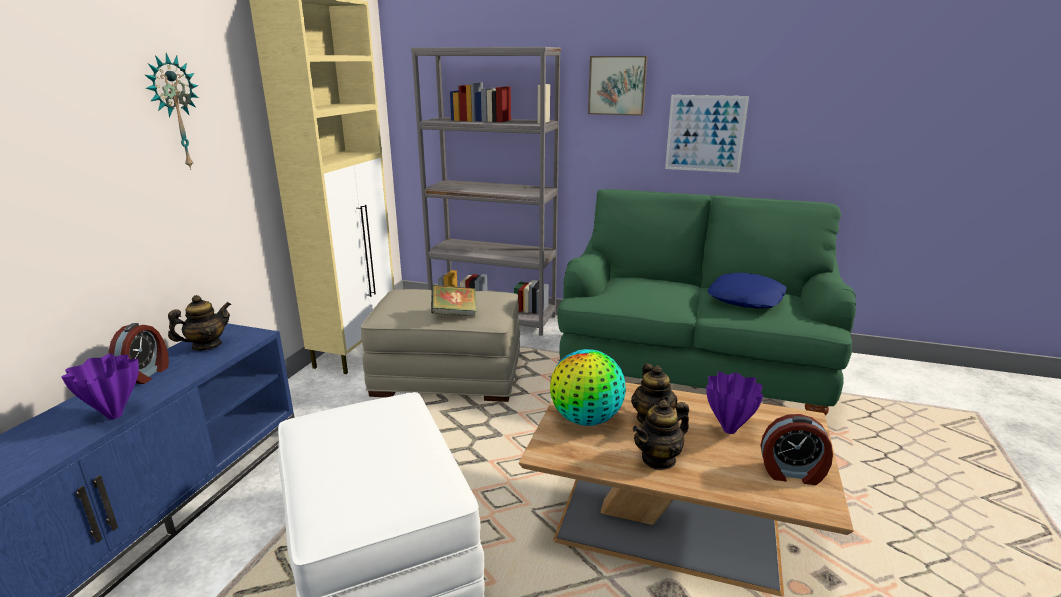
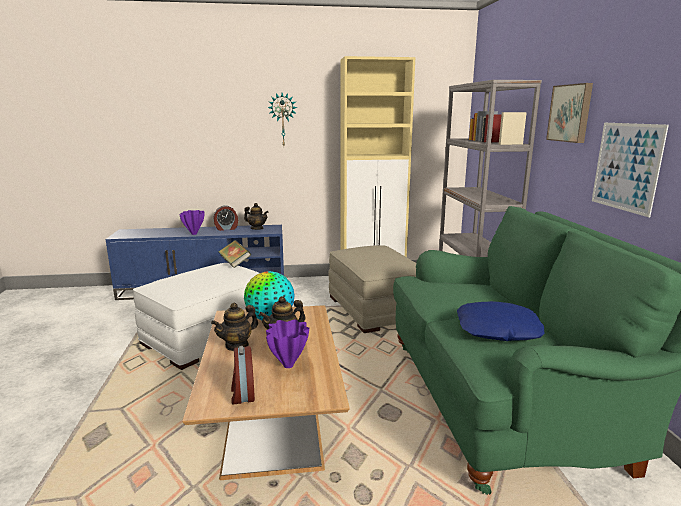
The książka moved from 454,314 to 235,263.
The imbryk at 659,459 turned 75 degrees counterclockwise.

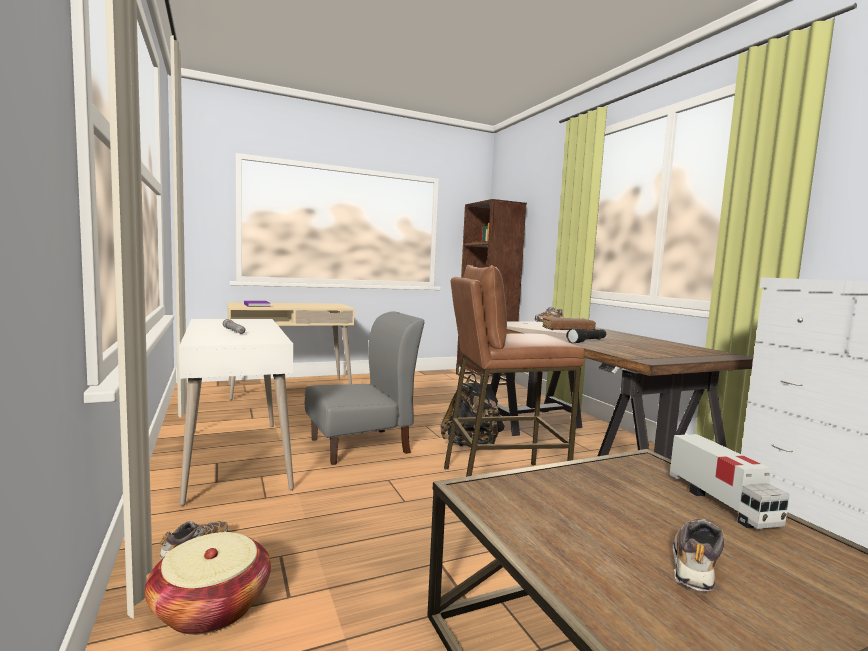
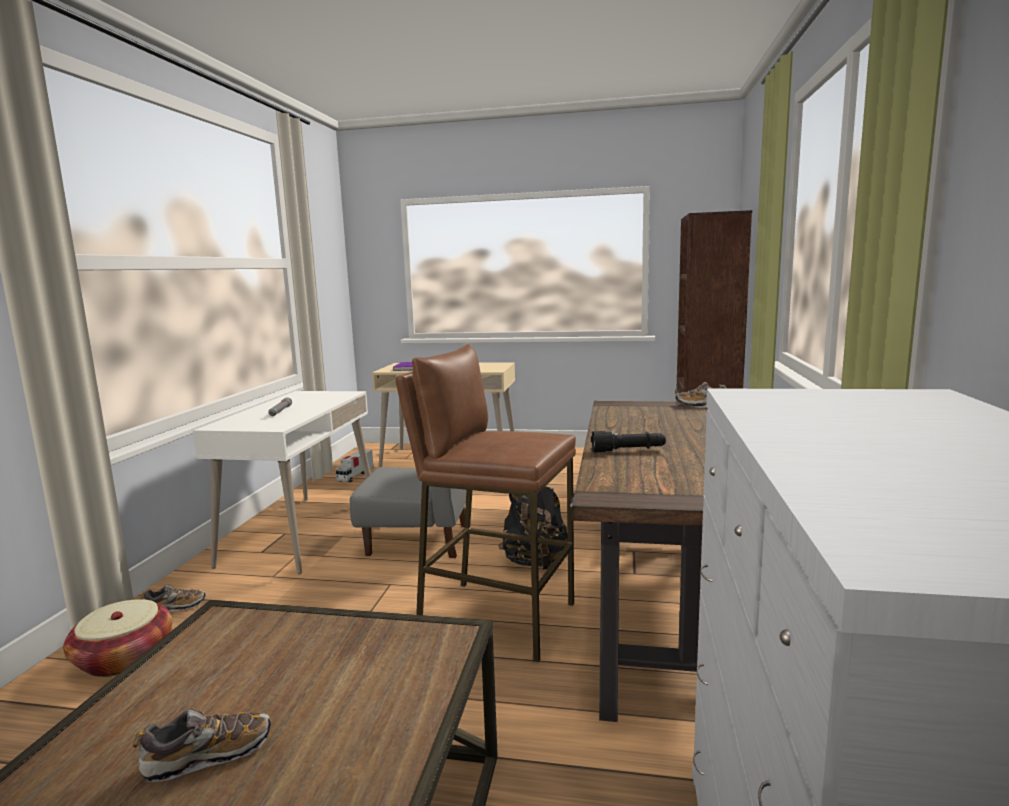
The książka/brązowy at 567,330 disappeared.
The ciężarówka zabawkowa moved from 721,503 to 355,476.

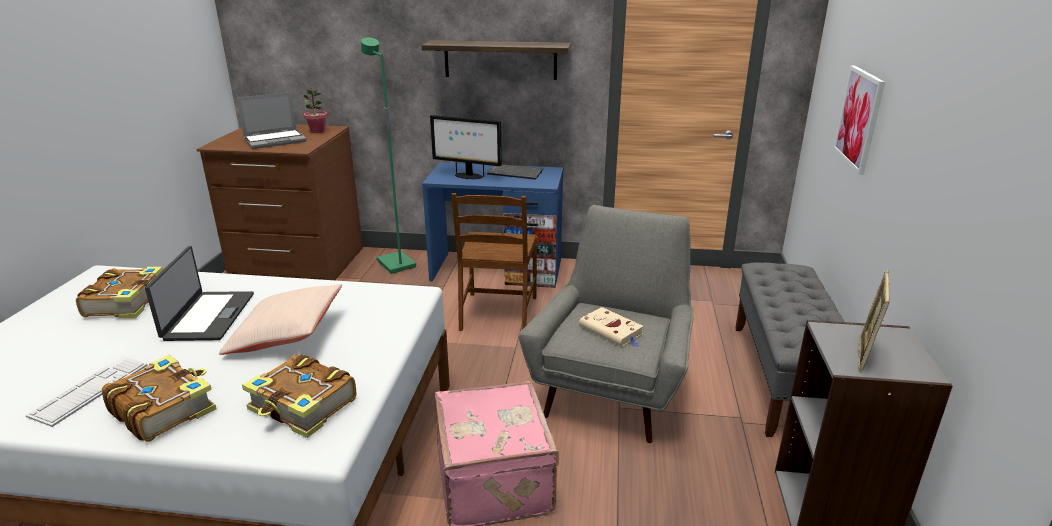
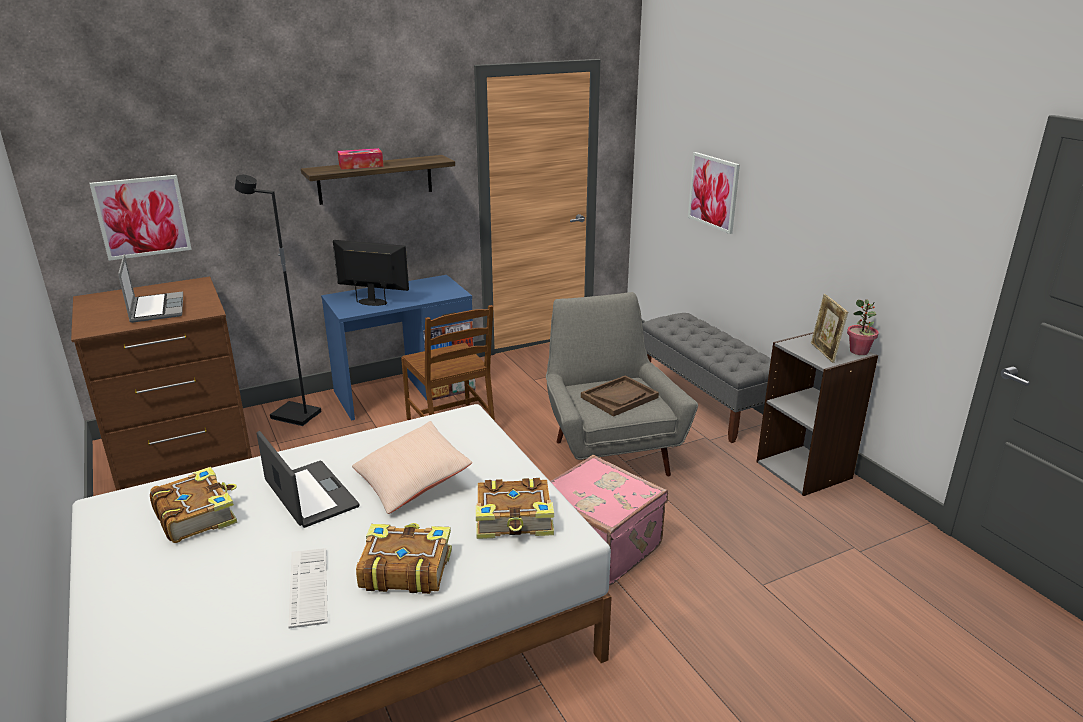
The lampa stojąca/zielony at 395,264 became the lampa stojąca/czarny at 294,416.
The roślina doniczkowa moved from 317,131 to 859,351.
The laptop at 276,140 turned 45 degrees counterclockwise.
The monitor at 468,176 turned 150 degrees counterclockwise.
The klawiatura at 516,173 disappeared.
The książka/beżowy at 612,331 was replaced by the taca/brązowy at 619,397.
The pudełko chusteczek at 361,165 appeared.
The obraz at 142,217 appeared.

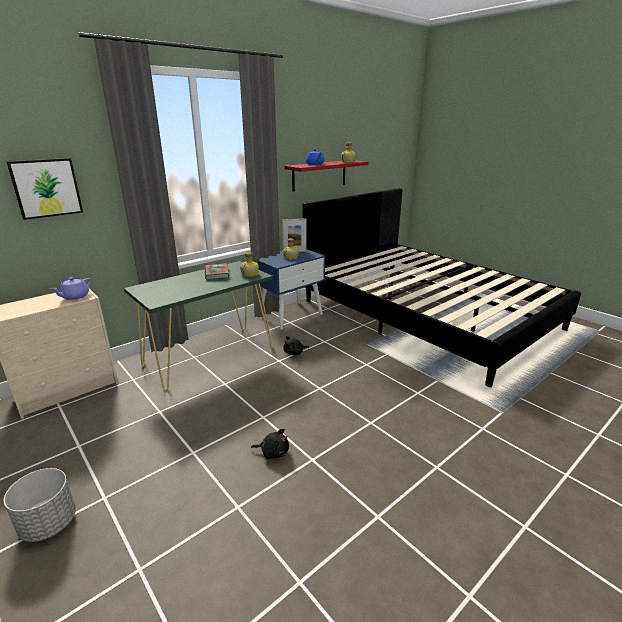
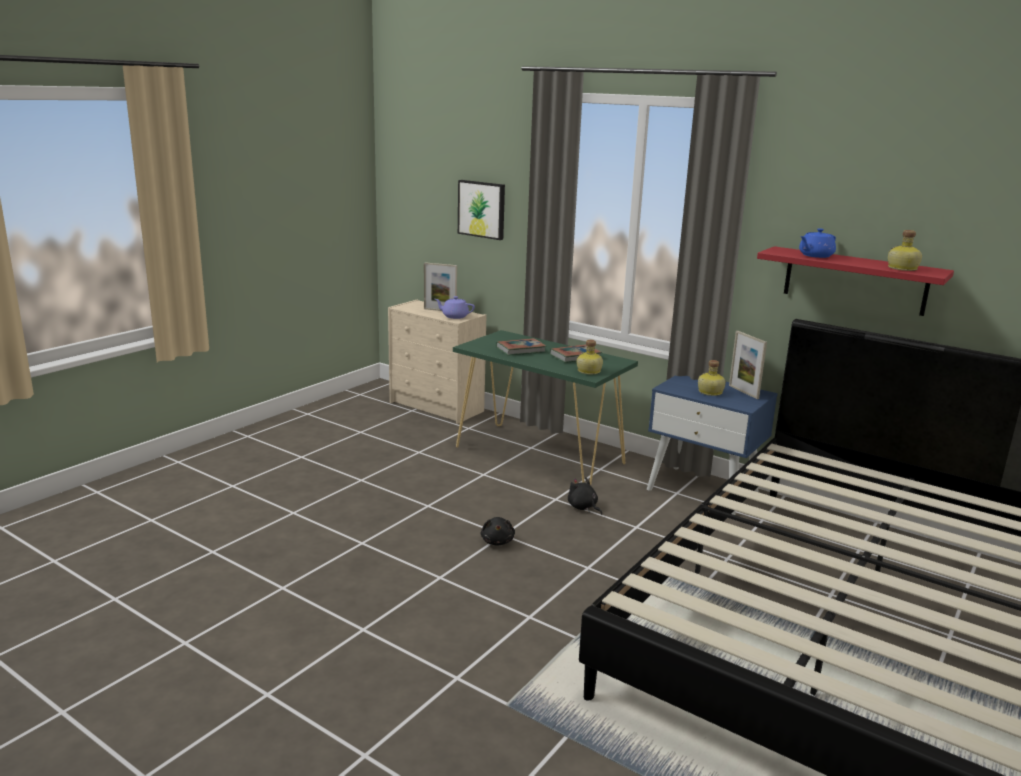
The pluszak/czarny moved from 273,452 to 497,541.
The donica/szary at 48,523 disappeared.
The ramka na zdjęcie at 440,310 appeared.
The książka at 521,350 appeared.

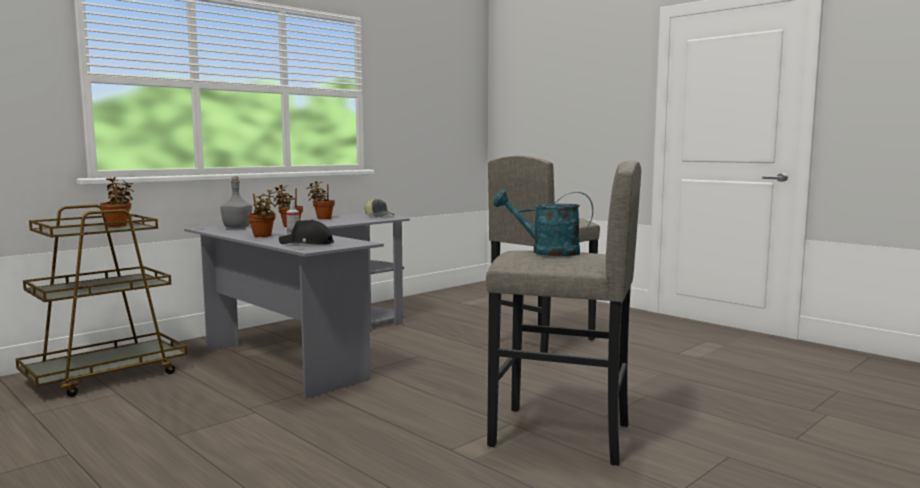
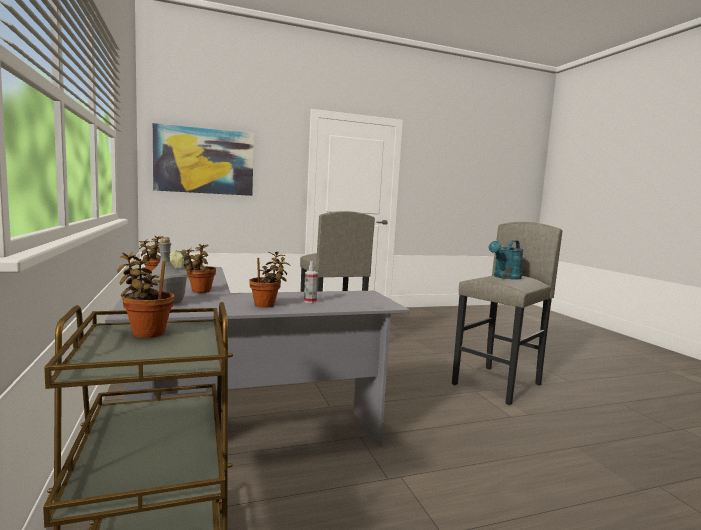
The czapka z daszkiem/czarny at 306,243 disappeared.
The obraz at 204,161 appeared.

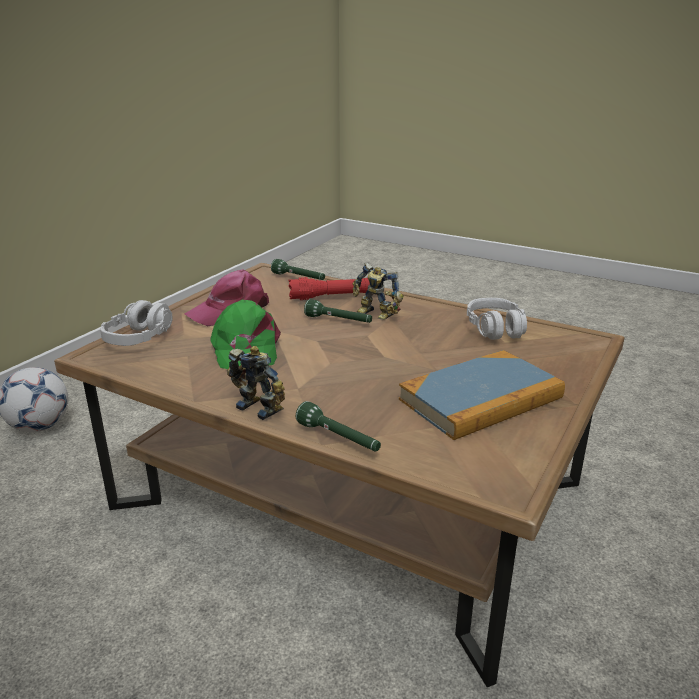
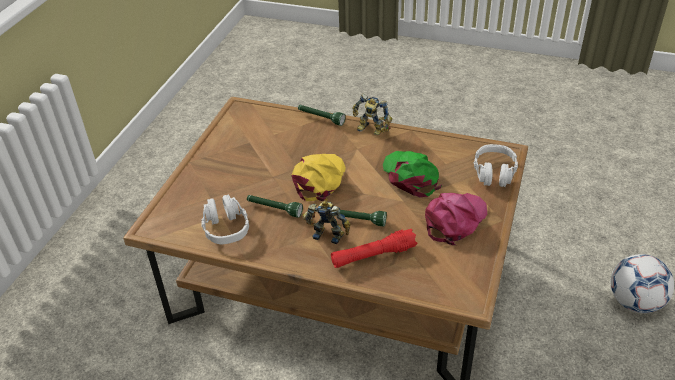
The latarka/zielony moved from 299,278 to 274,209.
The książka at 481,399 disappeared.
The czapka z daszkiem/żółty at 319,180 appeared.

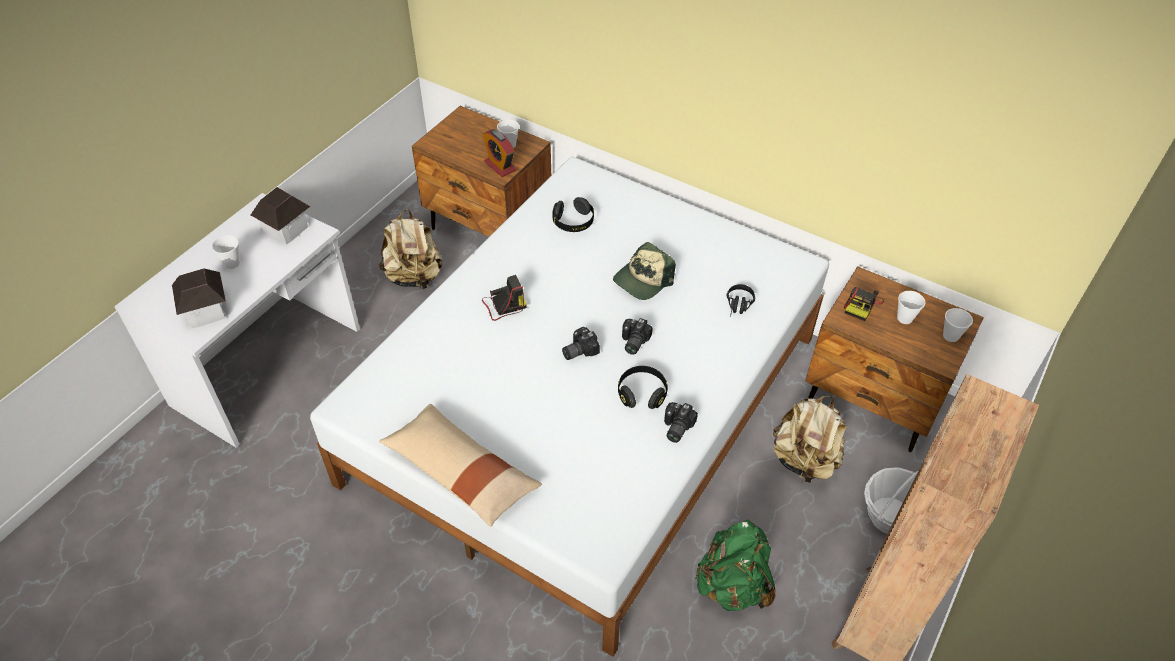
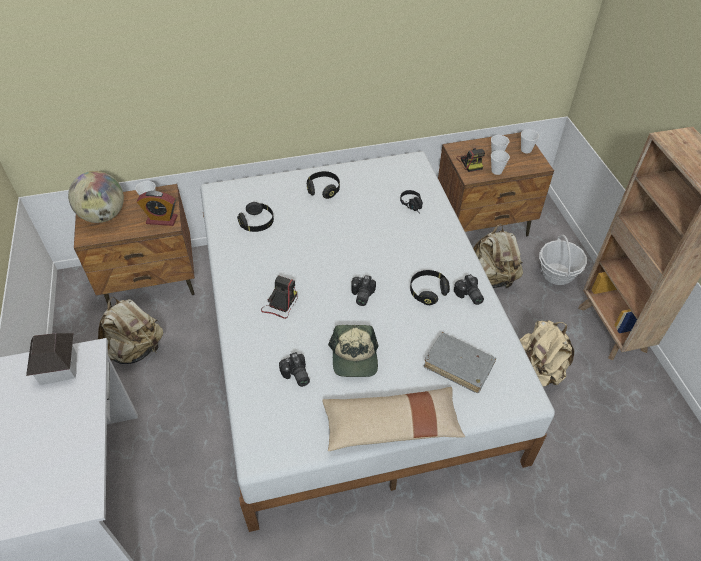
The filiżanka moved from 232,263 to 496,171.
The czapka z daszkiem moved from 643,280 to 354,357.
The domek at 206,311 disappeared.
The aparat fotograficzny moved from 632,342 to 296,376.
The plecak/zielony at 733,585 became the plecak/beżowy at 537,371.
The globus at 103,216 appeared.
The słuchawki/czarny at 323,189 appeared.
The książka/szary at 458,366 appeared.

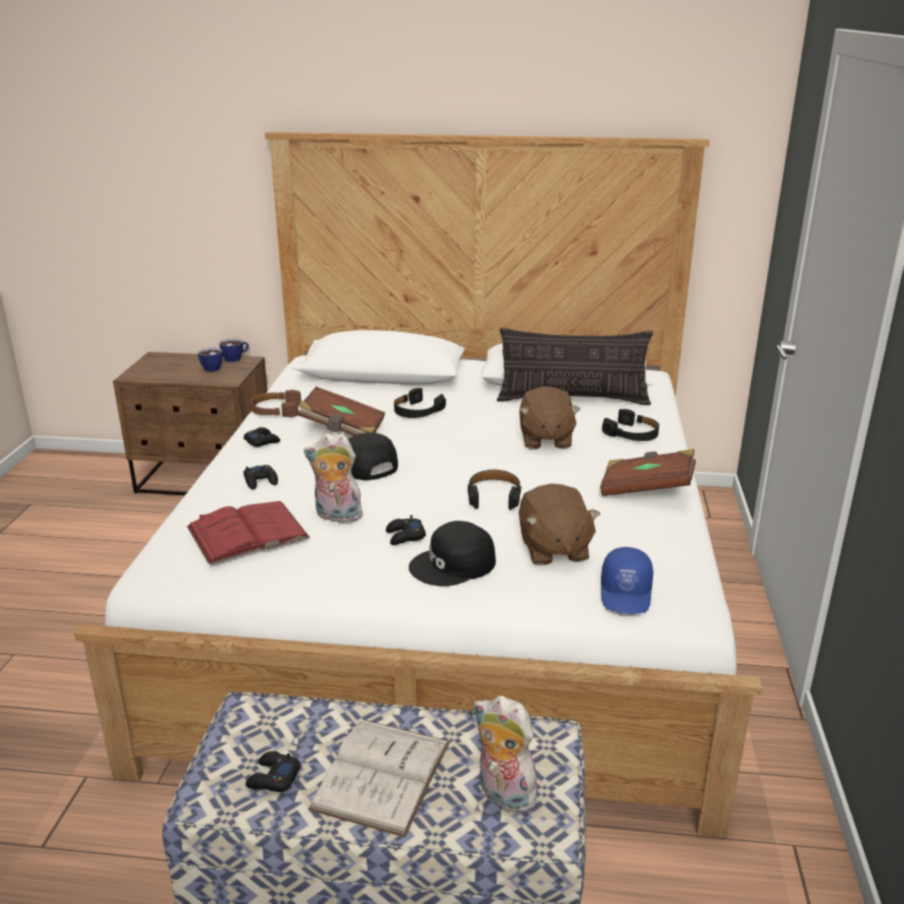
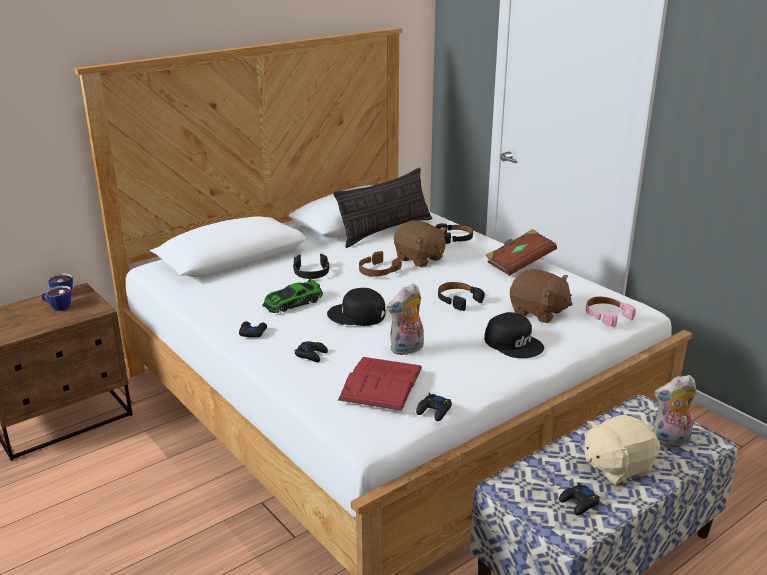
The książka/brązowy at 342,429 was replaced by the samochodzik at 292,302.
The słuchawki/brązowy moved from 276,410 to 378,271.
The pad do gier/czarny moved from 405,536 to 434,411.
The czapka z daszkiem/czarny at 453,565 turned 60 degrees counterclockwise.
The czapka z daszkiem/niebieski at 627,594 was replaced by the słuchawki/różowy at 606,315.
The książka/biały at 382,774 was replaced by the pluszak/beżowy at 616,467.

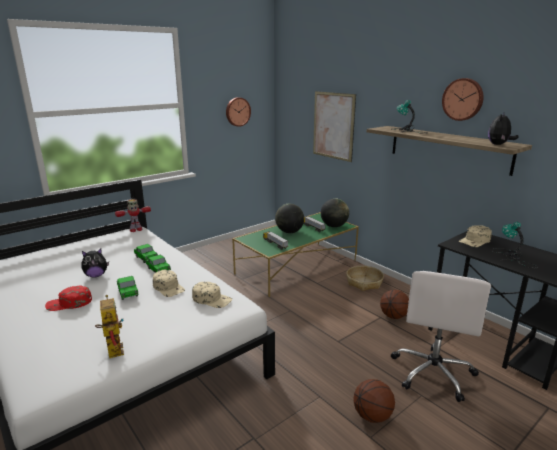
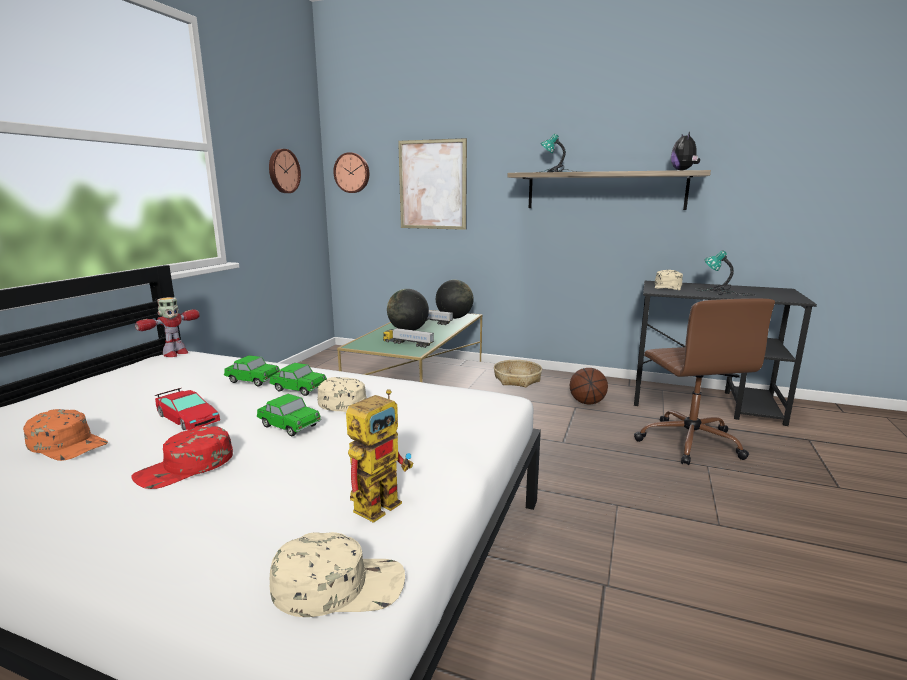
The zegar ścienny moved from 463,99 to 352,173.
The pluszak at 96,275 was replaced by the samochodzik at 187,418.
The krzesło biurowe/biały at 433,372 became the krzesło biurowe/brązowy at 688,441.
The czapka z daszkiem/beżowy moved from 212,299 to 339,585.
The robot zabawkowy at 113,348 turned 90 degrees clockwise.
The piłka do koszykówki at 372,415 disappeared.
The czapka z daszkiem/pomarańczowy at 68,444 appeared.

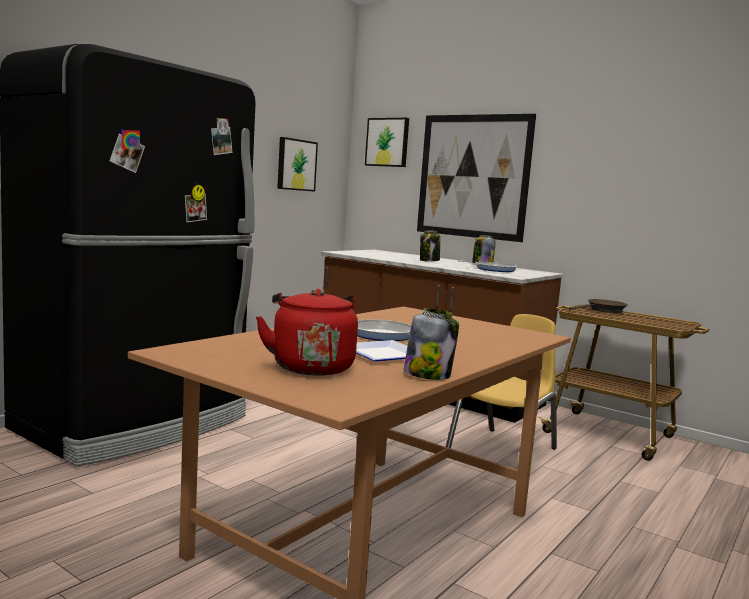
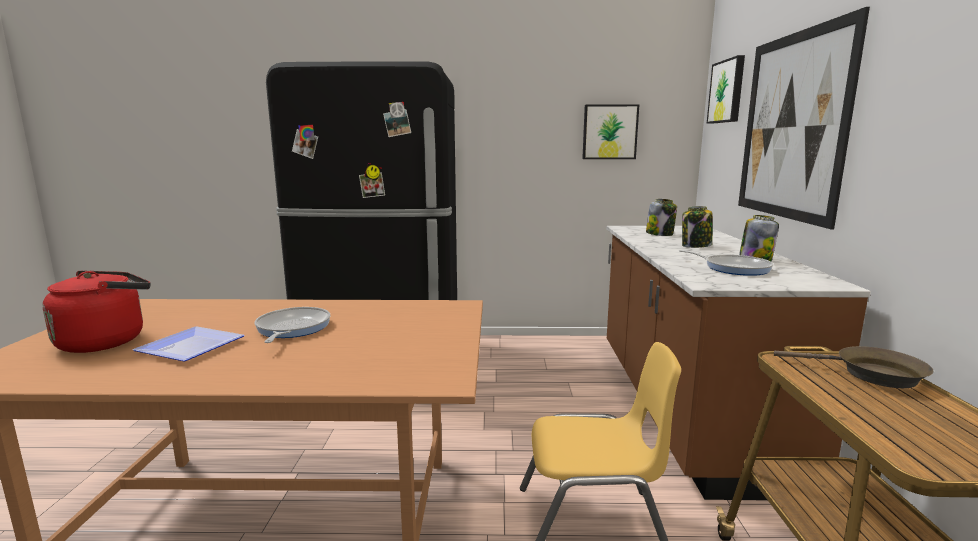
The słoik moved from 428,374 to 660,234.

